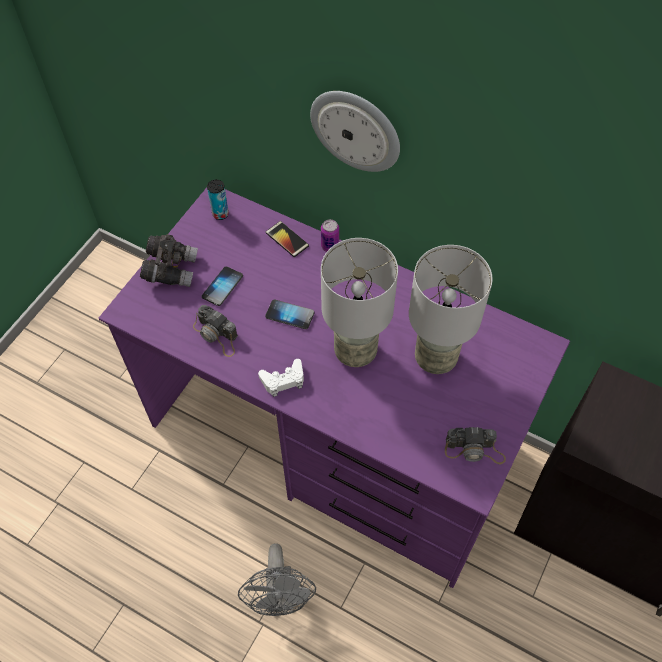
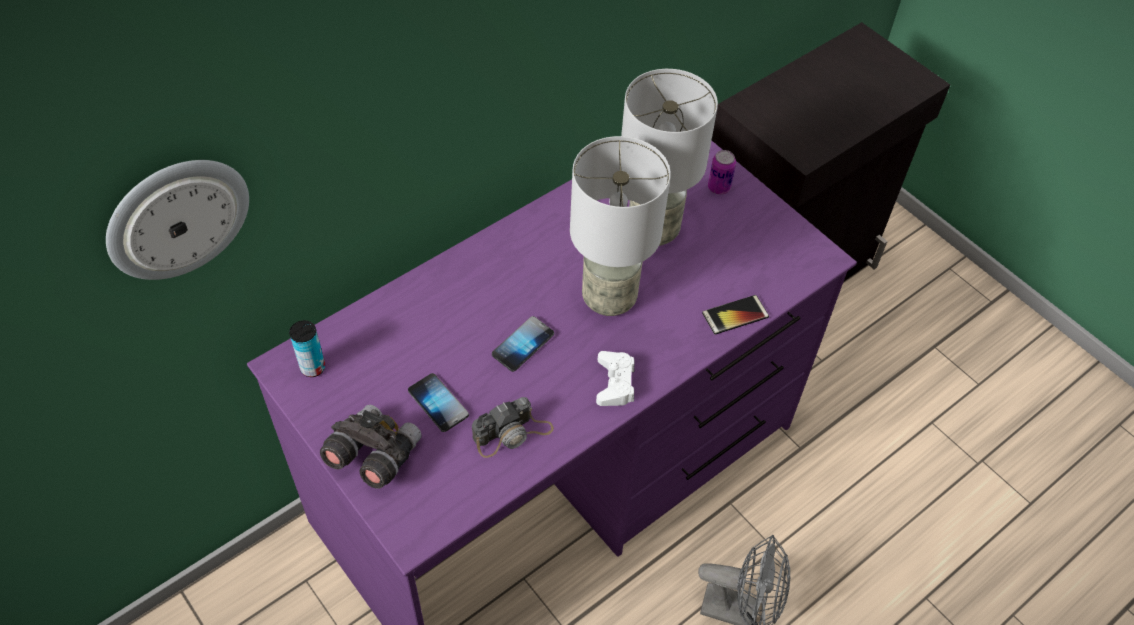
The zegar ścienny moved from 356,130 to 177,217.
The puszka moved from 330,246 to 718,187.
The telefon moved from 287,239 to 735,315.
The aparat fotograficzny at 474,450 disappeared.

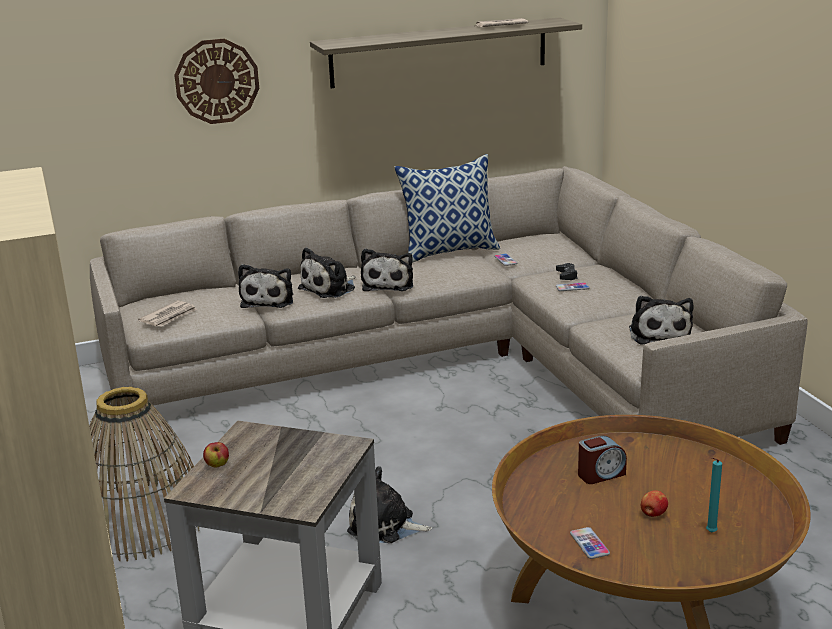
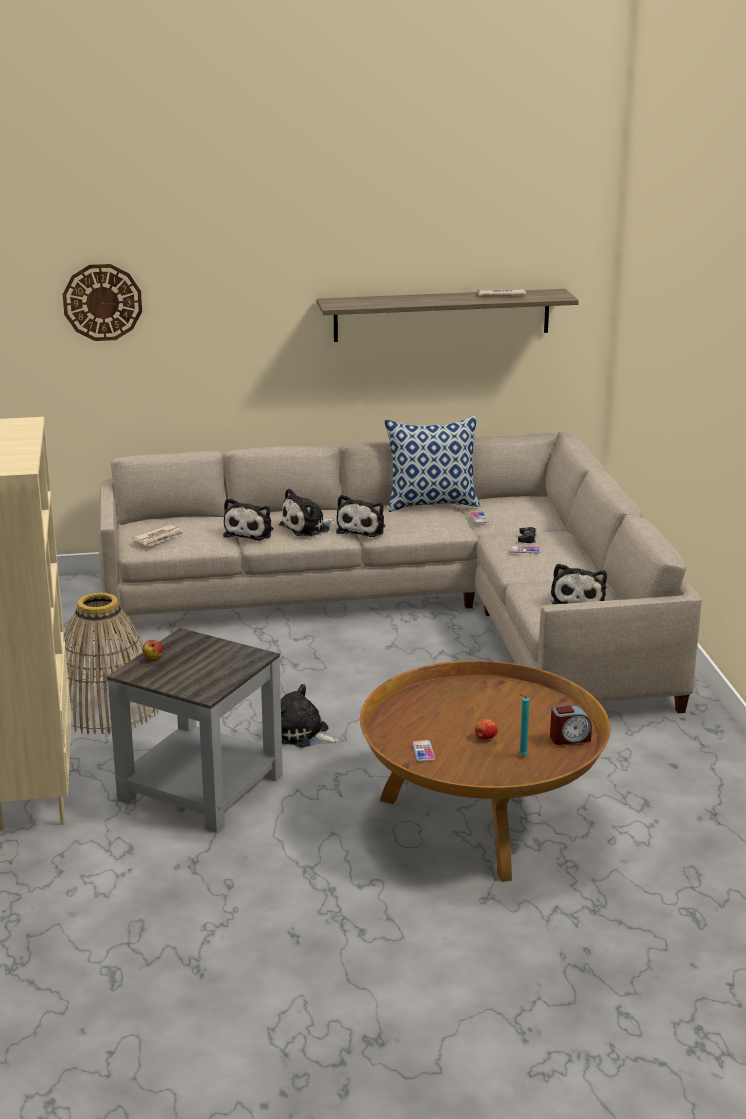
The zegar ścienny moved from 217,81 to 102,302.
The budzik moved from 601,474 to 569,738.

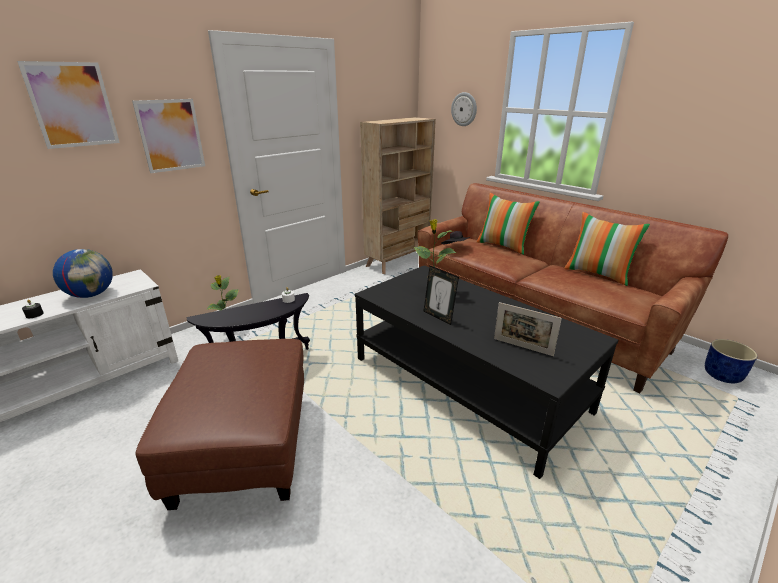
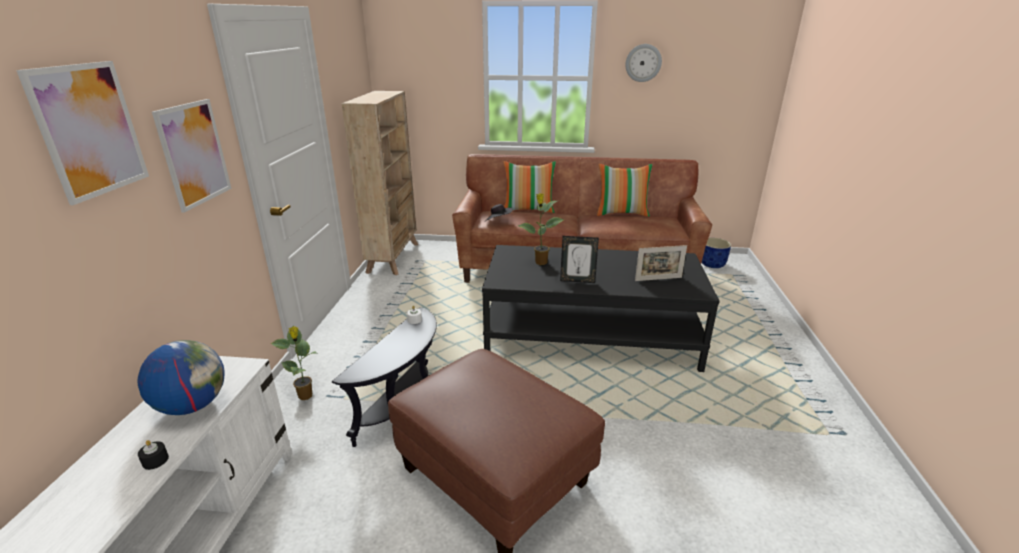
The zegar ścienny moved from 464,109 to 643,63.

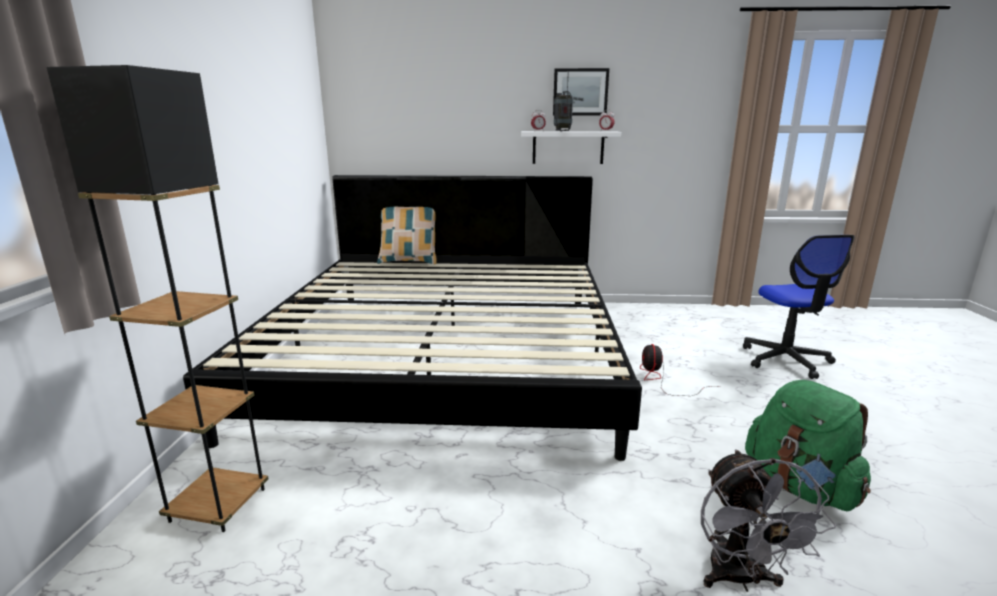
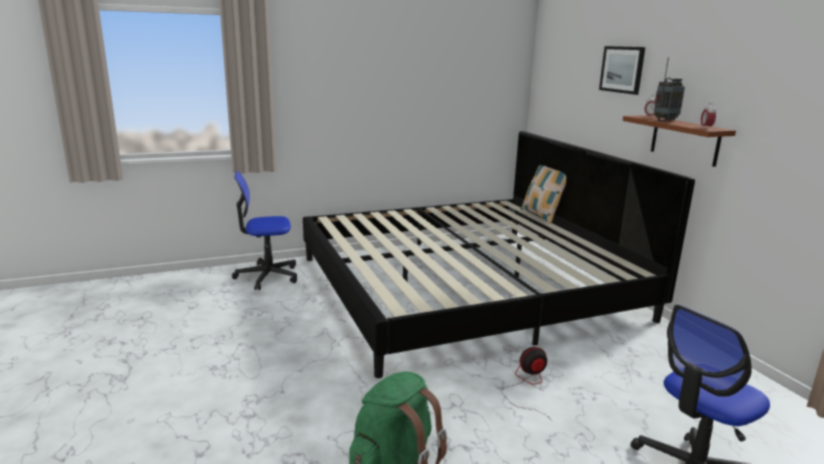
The lampa stojąca/czarny at 218,505 was replaced by the krzesło biurowe at 267,276.
The obraz moved from 580,92 to 622,69.
The półka/biały at 568,147 became the półka/brązowy at 684,140.
The wentylator/szary at 740,579 disappeared.

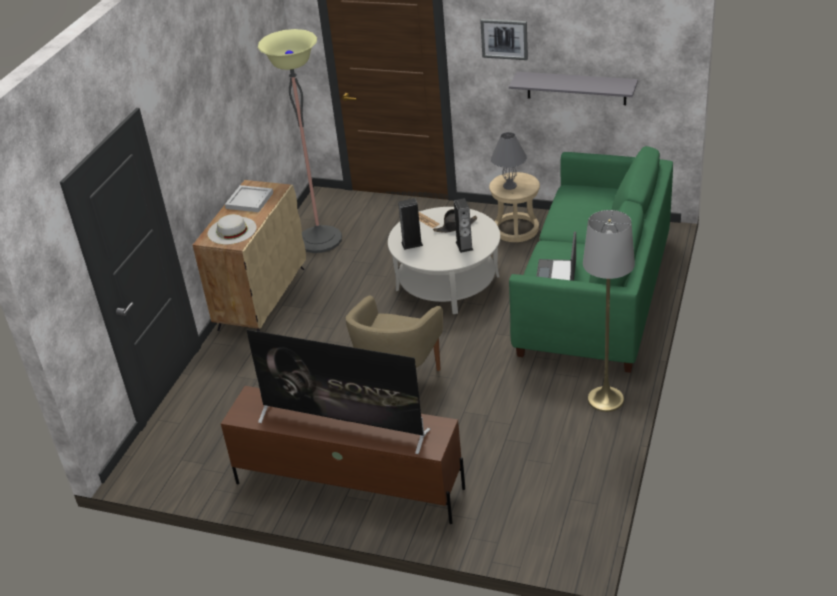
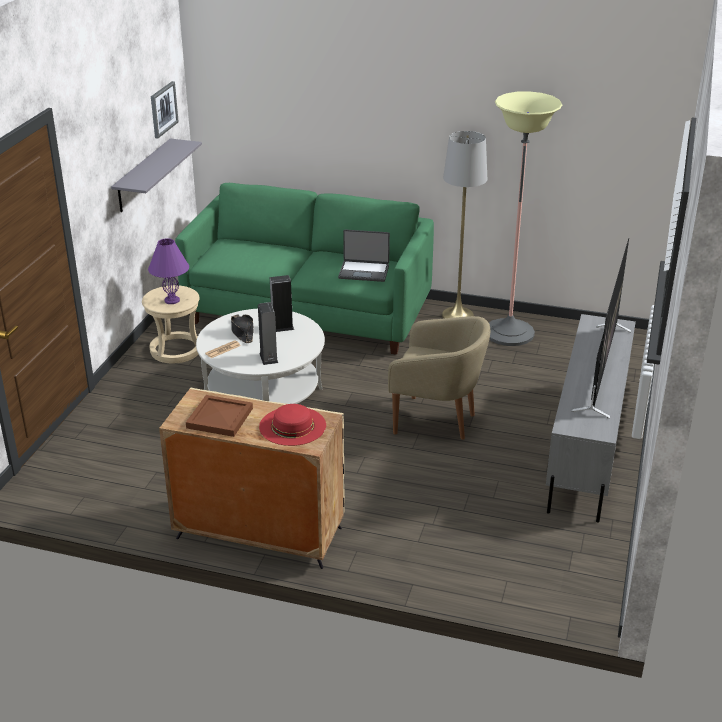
The obraz moved from 504,39 to 163,109.
The lampa stojąca moved from 319,240 to 509,333.
The lampa stołowa/szary at 509,186 became the lampa stołowa/fioletowy at 171,300.
The taca/biały at 250,200 became the taca/brązowy at 219,417.
The kapelusz/biały at 232,230 became the kapelusz/czerwony at 292,426.
The szafka pod telewizor/brązowy at 348,485 became the szafka pod telewizor/szary at 586,447.

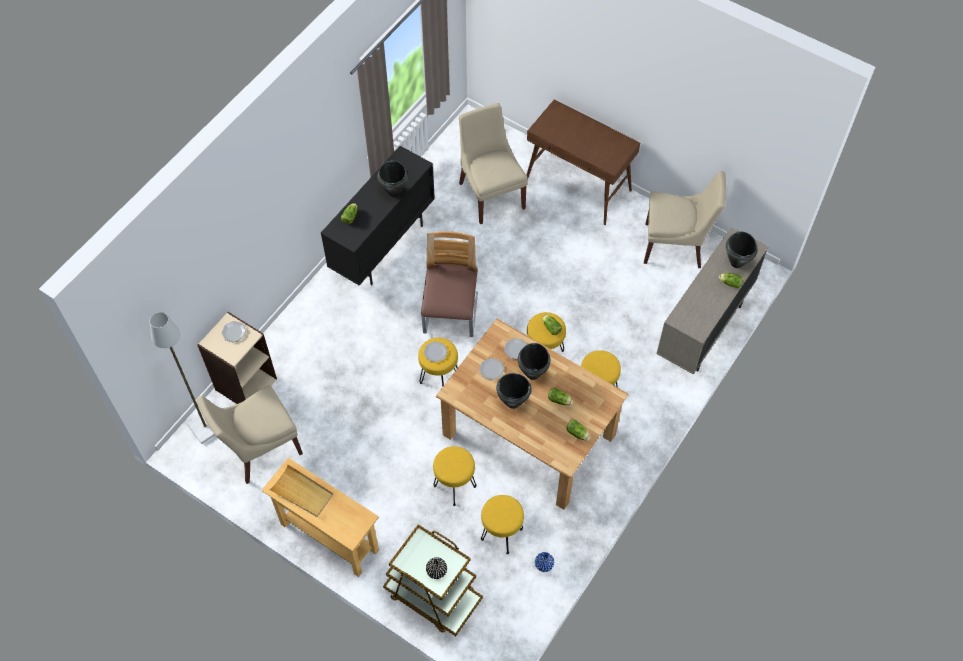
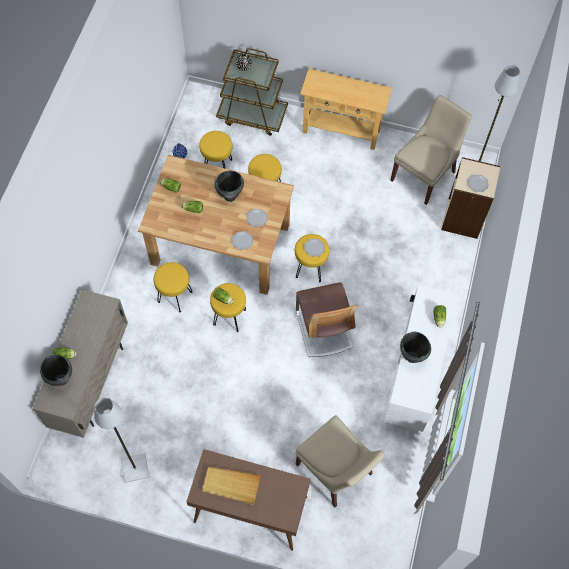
The szafka/czarny at 383,247 became the szafka/biały at 413,377.
The krzesło/beżowy at 675,245 was replaced by the lampa stojąca/szary at 134,468.
The garnek/czarny at 533,373 disappeared.
The taca/beżowy moved from 302,492 to 230,485.

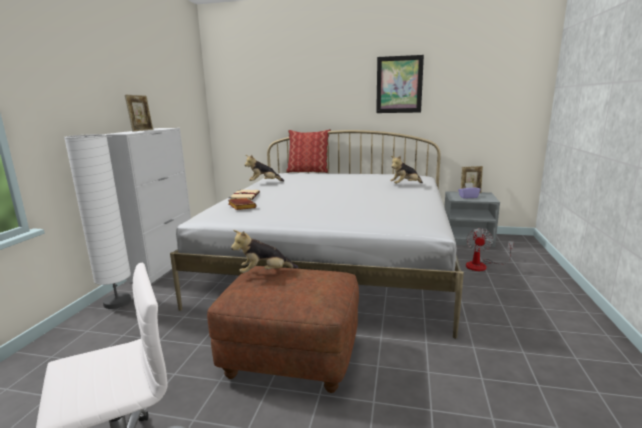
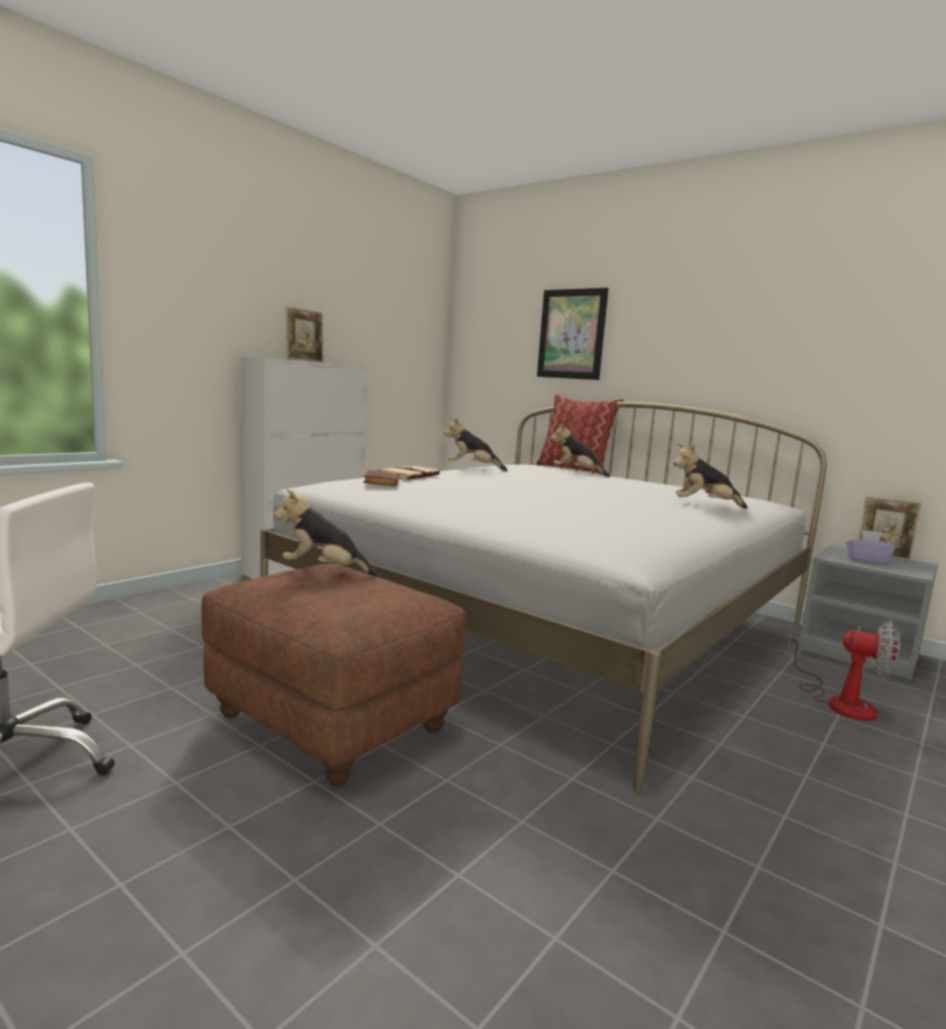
The obraz moved from 399,84 to 571,334.
The lampa stojąca/biały at 117,302 disappeared.
The wentylator at 482,265 turned 105 degrees counterclockwise.
The pluszak at 577,473 appeared.

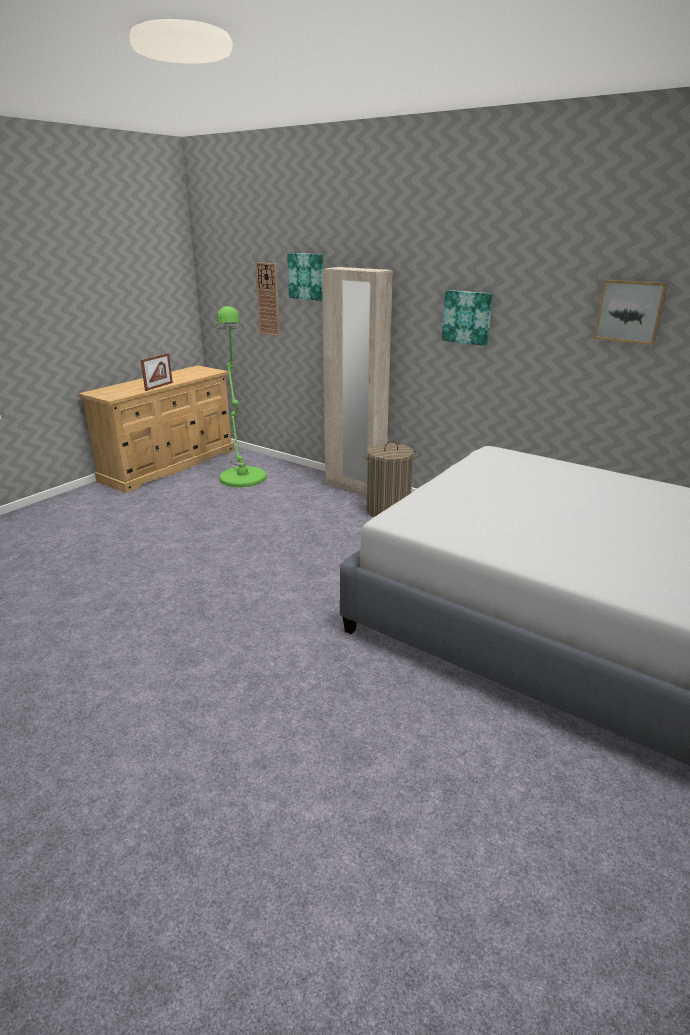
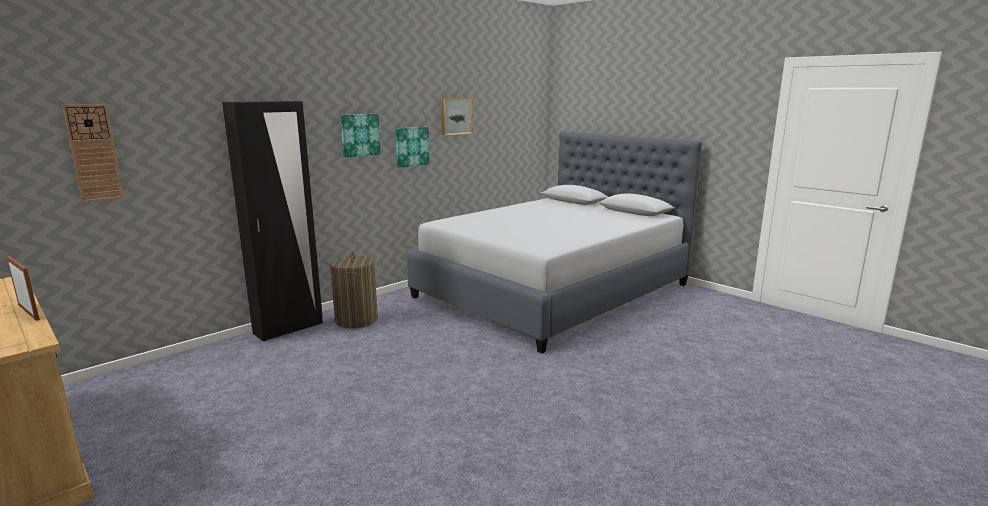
The obraz moved from 307,276 to 411,146.
The szafa/beżowy at 355,487 became the szafa/czarny at 288,328.
The lampa stojąca/zielony at 242,475 disappeared.

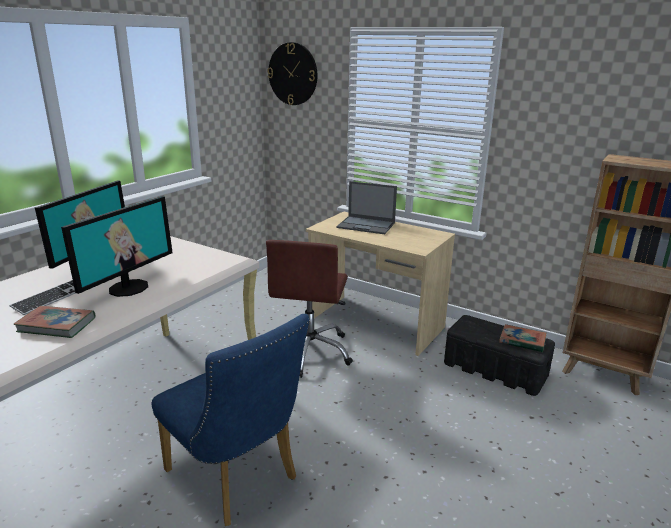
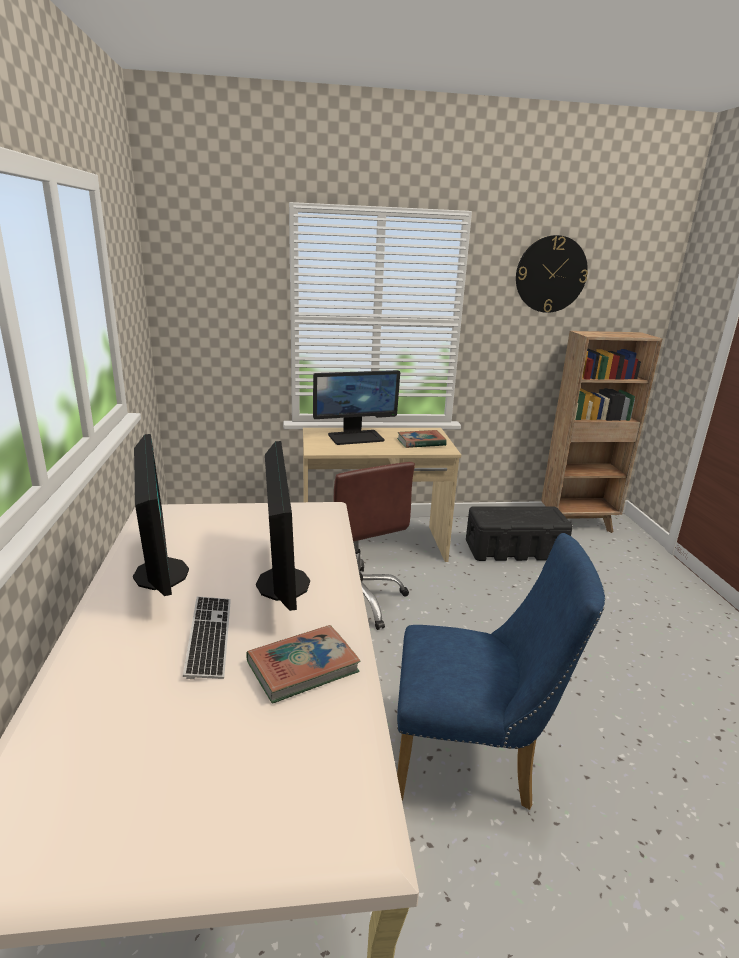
The zegar ścienny moved from 293,74 to 551,274.
The laptop at 366,225 was replaced by the monitor at 356,437.
The książka moved from 522,341 to 421,442.

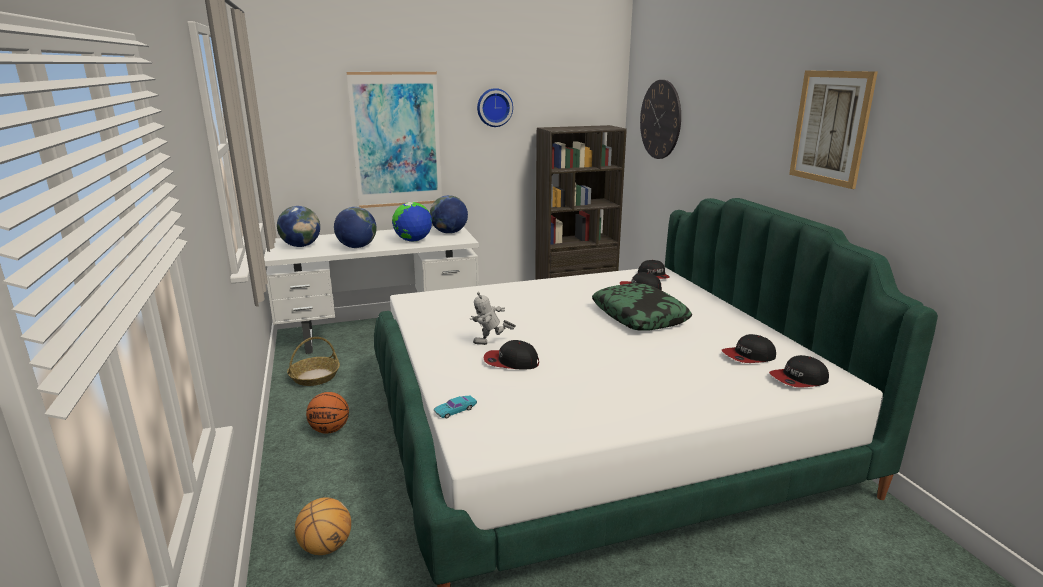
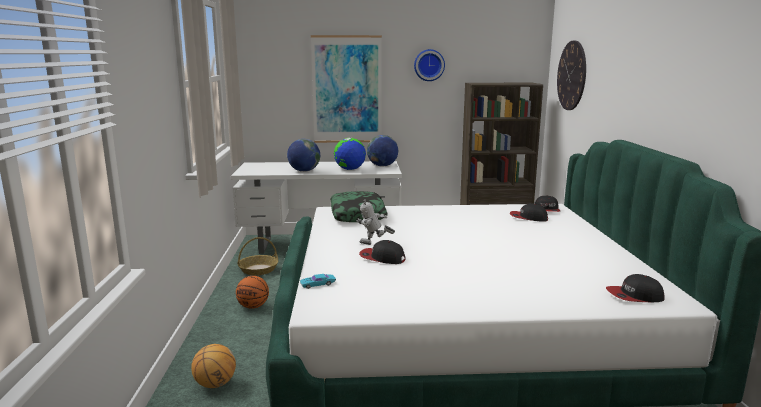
The obraz at 830,127 disappeared.
The globus at 301,246 disappeared.
The poduszka moved from 639,316 to 358,214.
The czapka z daszkiem at 748,356 disappeared.

